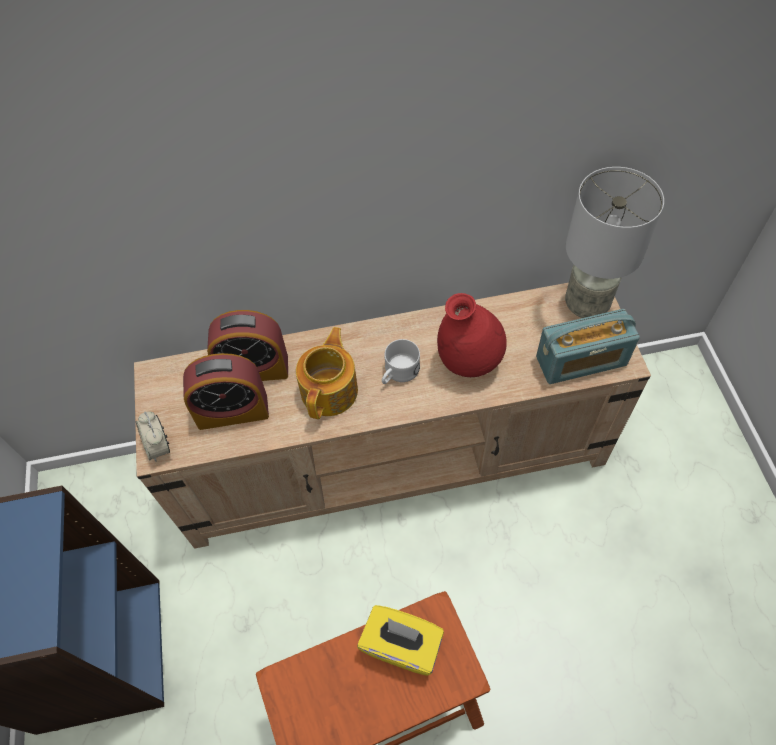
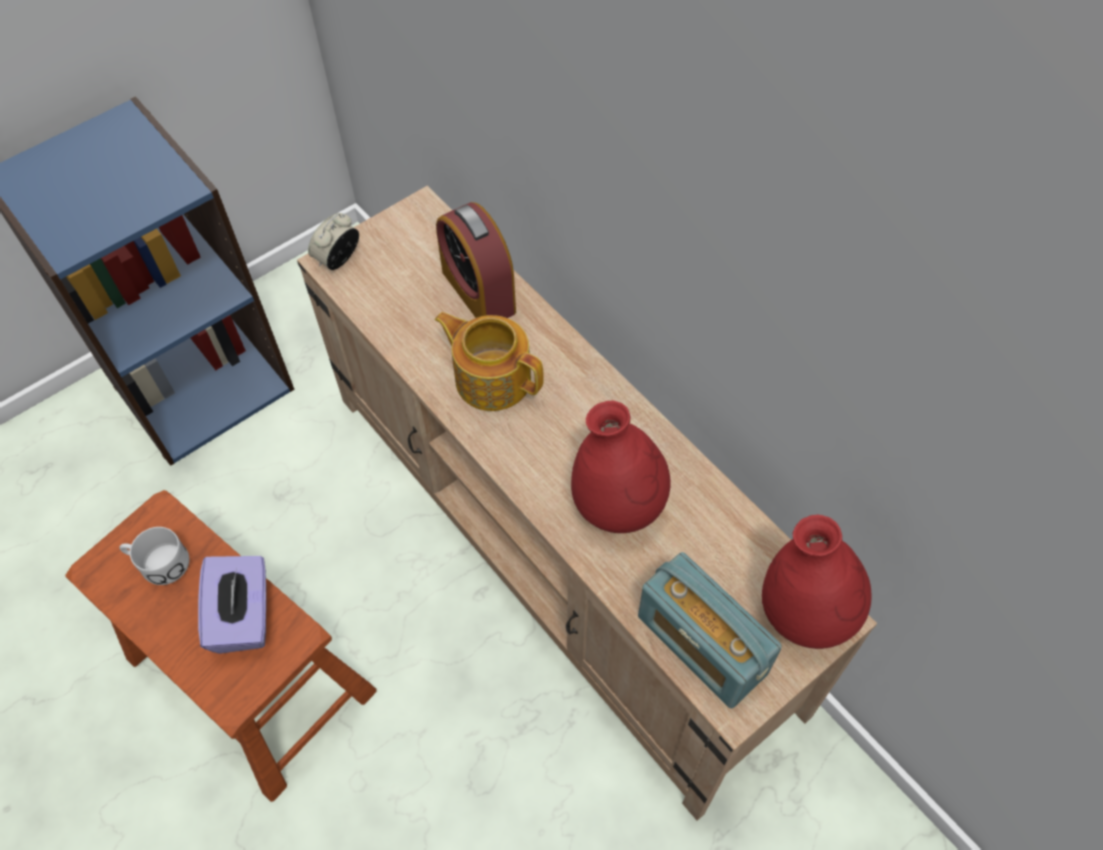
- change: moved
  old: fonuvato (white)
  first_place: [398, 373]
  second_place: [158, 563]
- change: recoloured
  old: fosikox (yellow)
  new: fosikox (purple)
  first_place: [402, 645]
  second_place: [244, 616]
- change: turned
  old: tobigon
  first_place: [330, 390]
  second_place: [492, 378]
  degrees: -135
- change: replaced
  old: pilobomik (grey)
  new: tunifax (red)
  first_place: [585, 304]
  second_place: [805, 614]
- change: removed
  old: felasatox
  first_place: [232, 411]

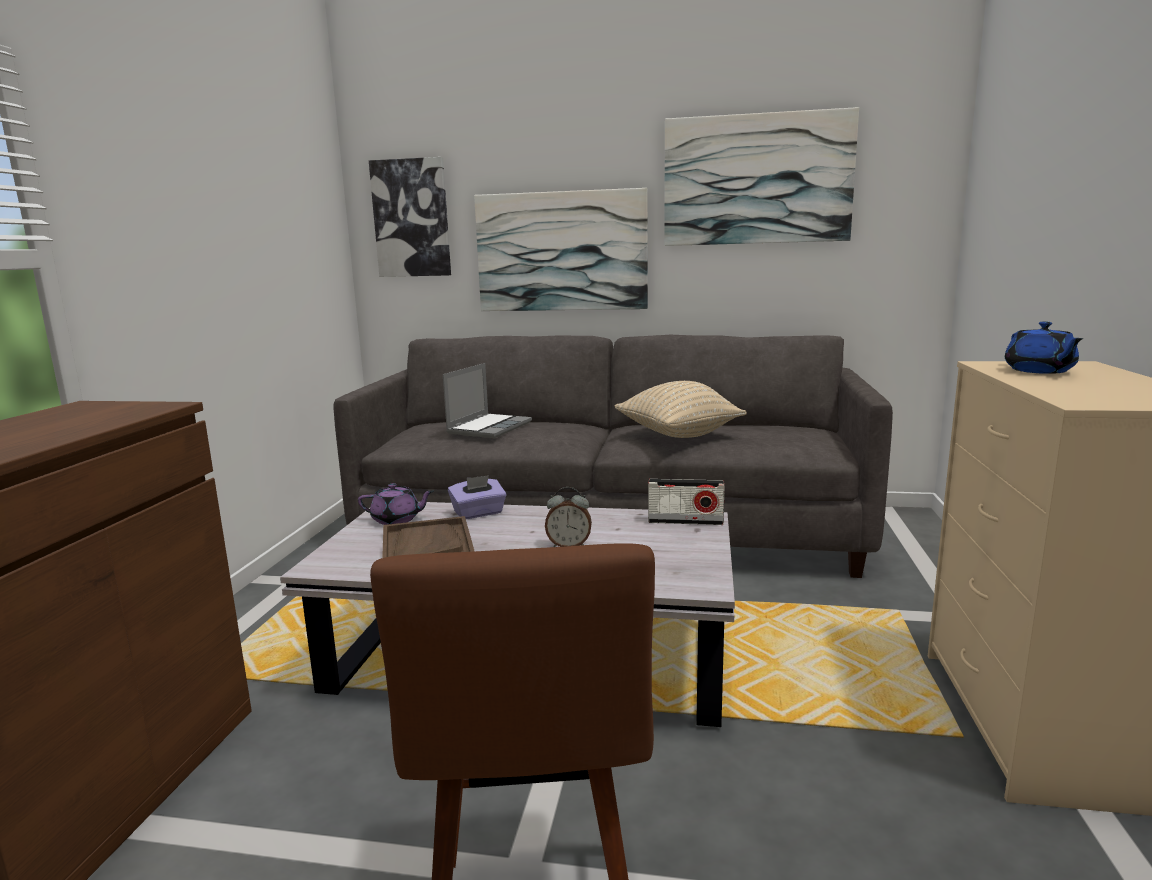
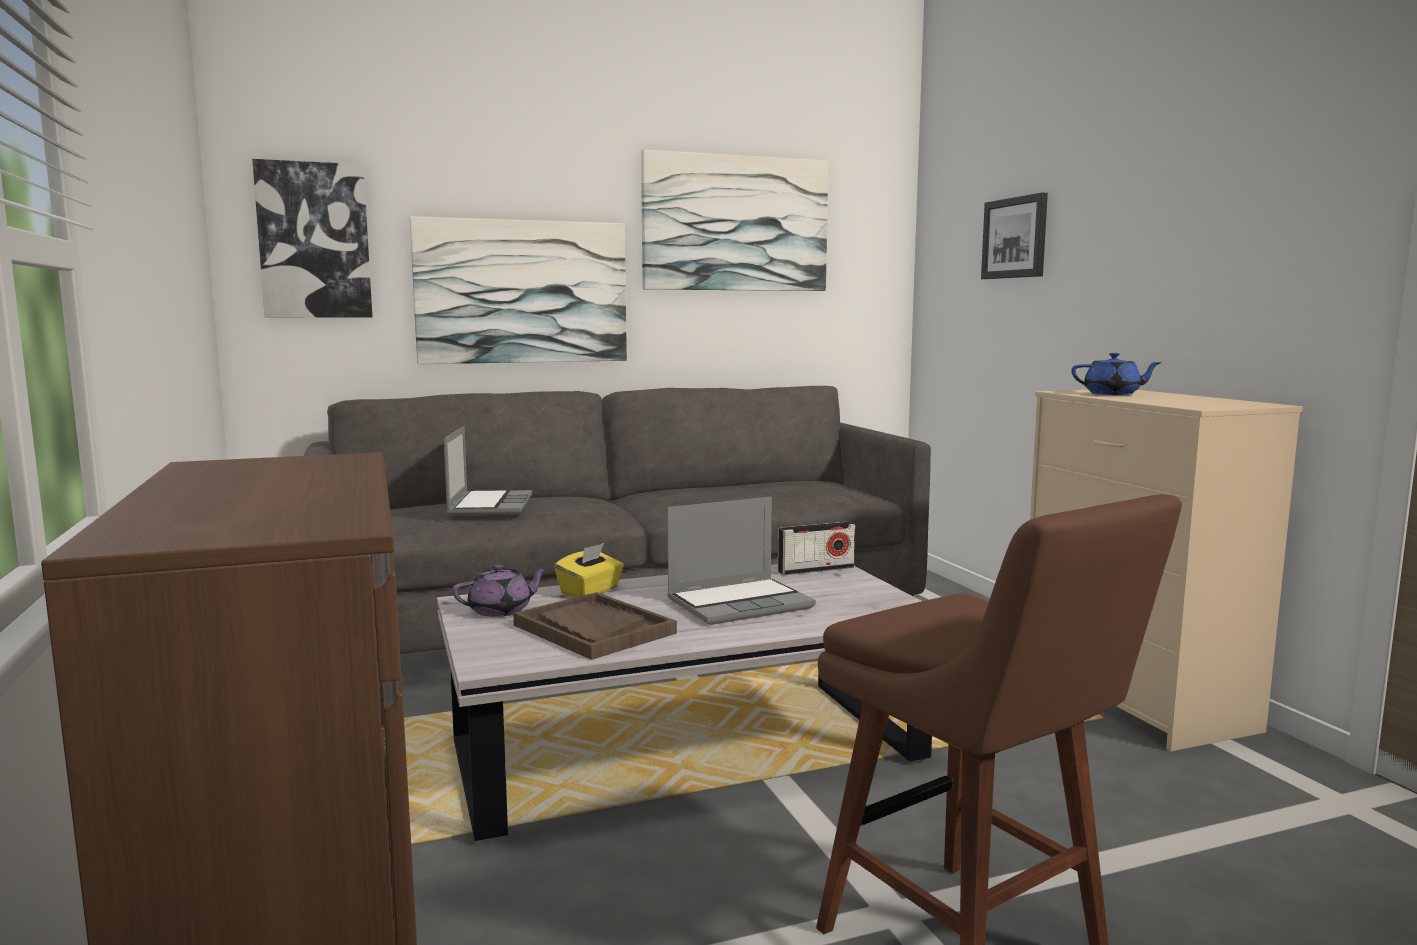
- change: recoloured
  old: fosikox (purple)
  new: fosikox (yellow)
  first_place: [478, 513]
  second_place: [590, 592]
- change: replaced
  old: felasatox
  new: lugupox
  first_place: [569, 545]
  second_place: [740, 603]
- change: added
  new: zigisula
  second_place: [1015, 238]
- change: turned
  old: tobigon (blue)
  first_place: [1039, 371]
  second_place: [1113, 394]
  degrees: -45
- change: removed
  old: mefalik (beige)
  first_place: [678, 436]

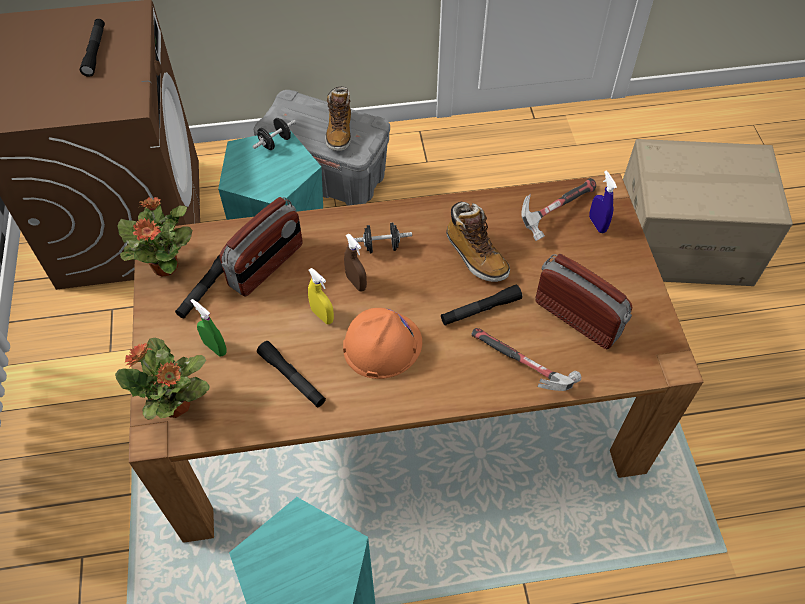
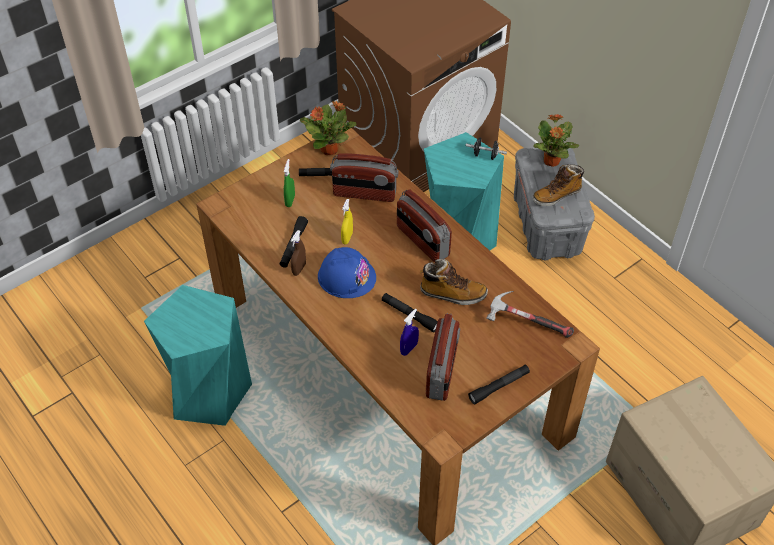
- change: moved
  old: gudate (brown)
  first_place: [356, 283]
  second_place: [299, 269]
- change: recoloured
  old: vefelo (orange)
  new: vefelo (blue)
  first_place: [382, 344]
  second_place: [346, 276]
- change: replaced
  old: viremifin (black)
  new: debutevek
  first_place: [381, 246]
  second_place: [422, 241]
- change: moved
  old: gudate (blue)
  first_place: [597, 224]
  second_place: [409, 348]
- change: turned
  old: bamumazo
  first_place: [475, 256]
  second_place: [452, 294]
  degrees: -105
- change: moved
  old: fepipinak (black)
  first_place: [95, 51]
  second_place: [499, 387]
- change: moved
  old: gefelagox
  first_place: [177, 406]
  second_place: [551, 162]
- change: removed
  old: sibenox
  first_place: [523, 368]

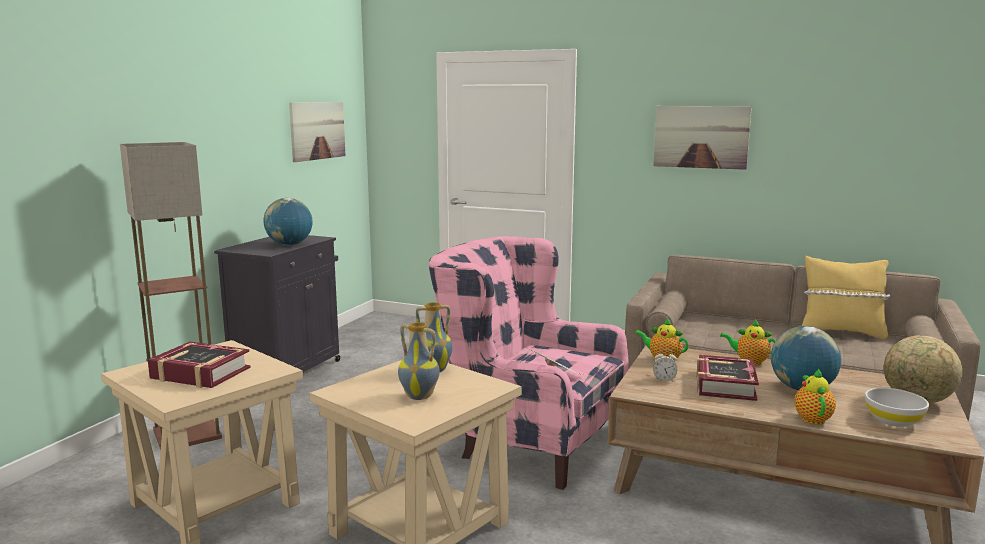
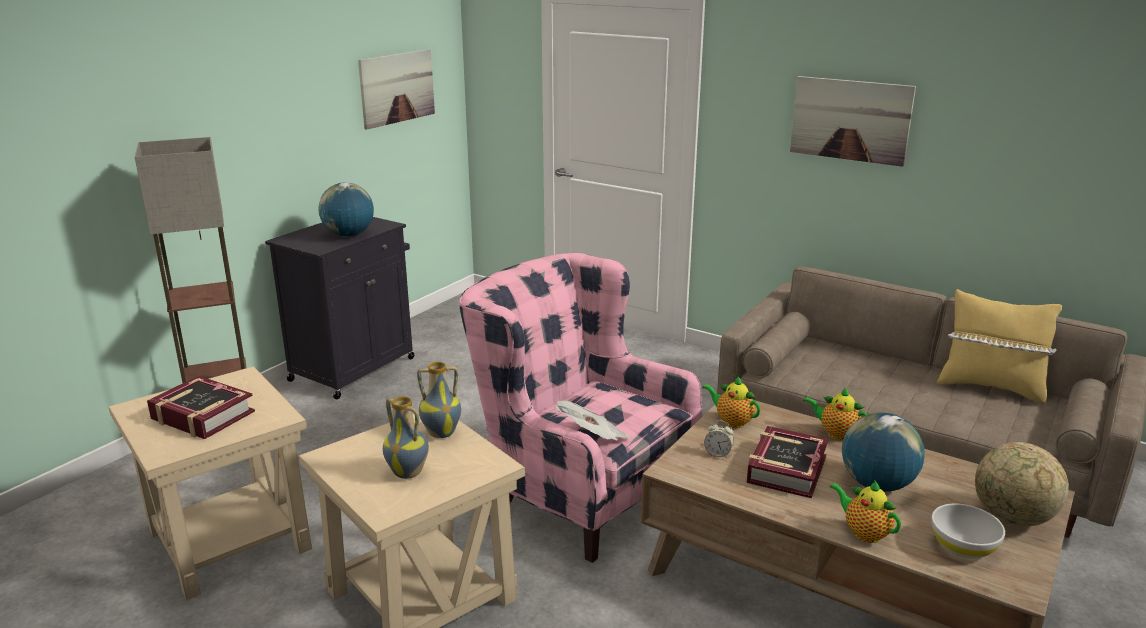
- change: turned
  old: tobigon
  first_place: [812, 418]
  second_place: [863, 532]
  degrees: -60

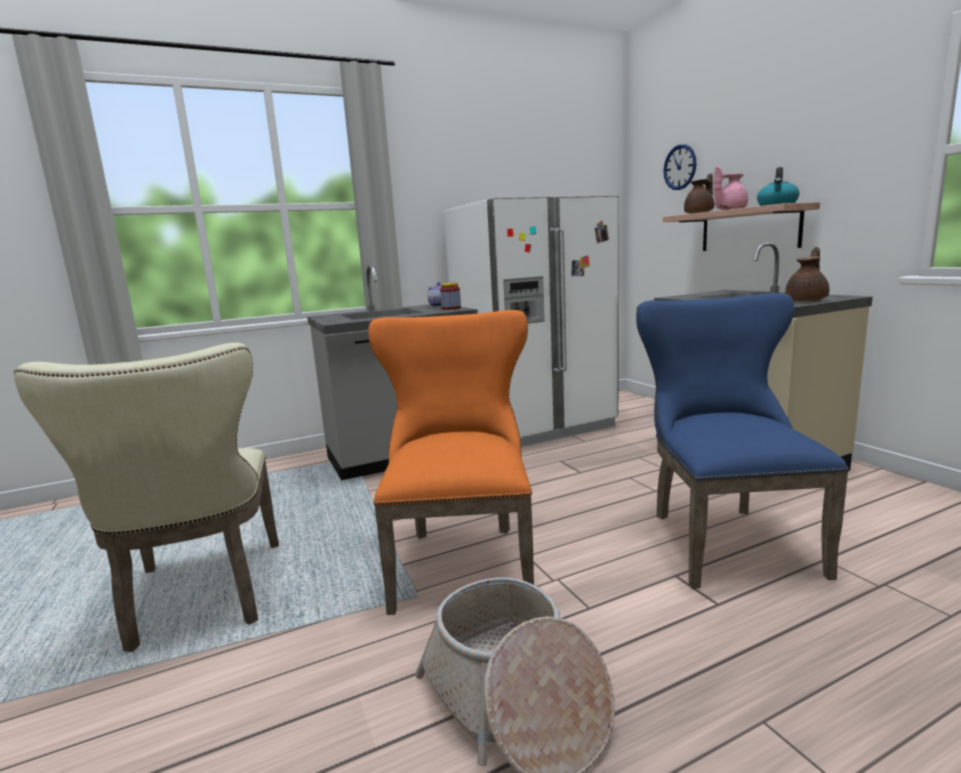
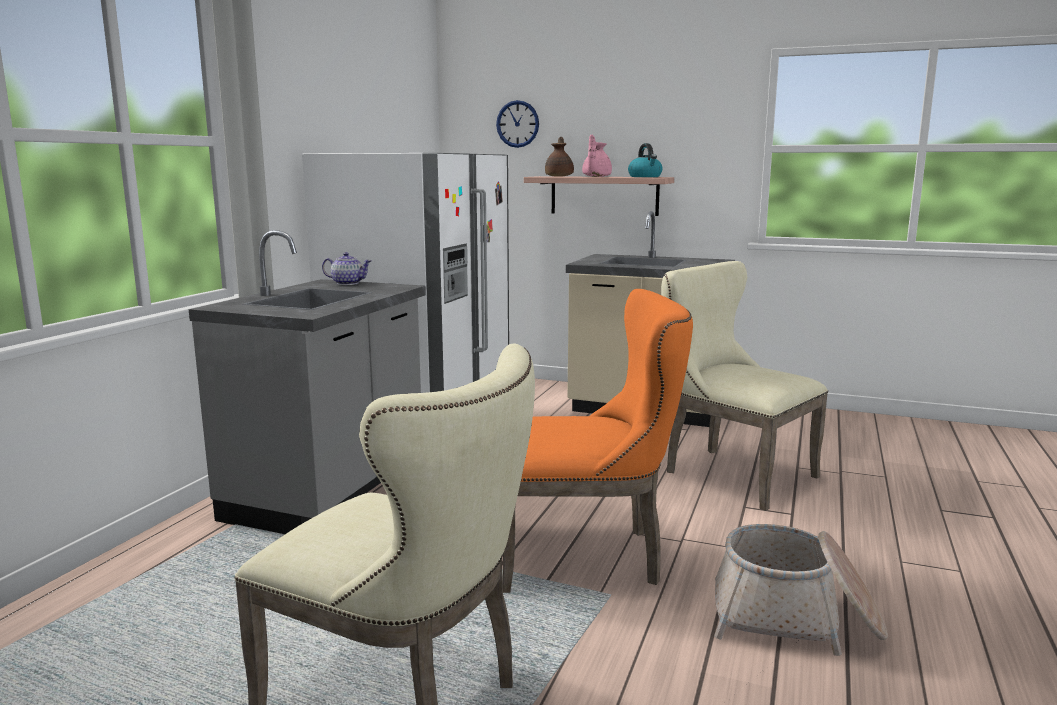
- change: turned
  old: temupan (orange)
  first_place: [462, 560]
  second_place: [589, 556]
  degrees: 135
- change: recoloured
  old: temupan (blue)
  new: temupan (beige)
  first_place: [723, 538]
  second_place: [729, 473]
- change: removed
  old: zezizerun
  first_place: [451, 308]
- change: removed
  old: tobigon (brown)
  first_place: [807, 300]

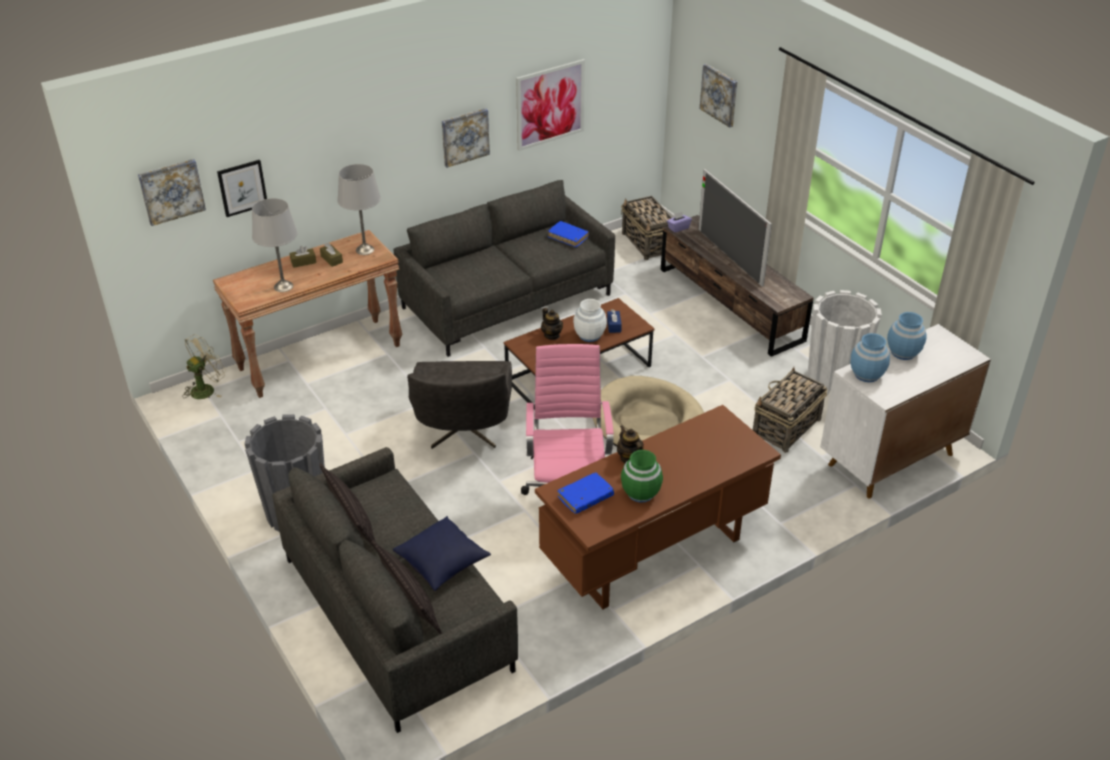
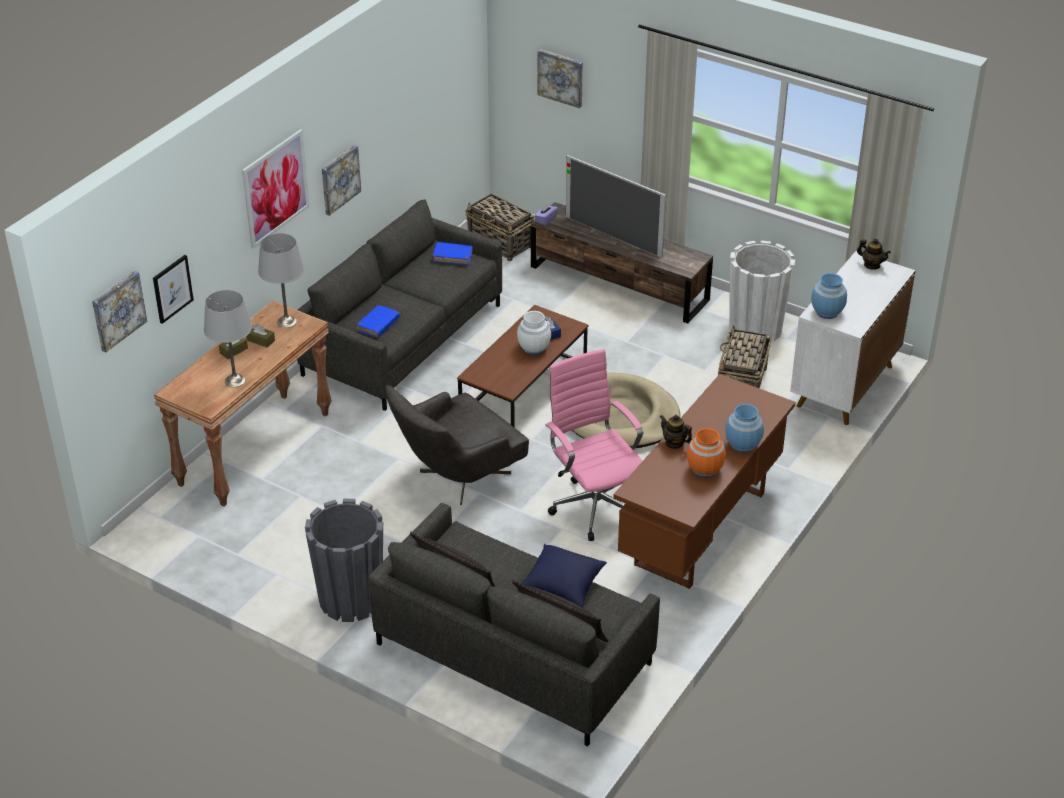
- change: moved
  old: zigisula
  first_place: [550, 104]
  second_place: [275, 188]
- change: moved
  old: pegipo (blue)
  first_place: [585, 497]
  second_place: [378, 325]
- change: turned
  old: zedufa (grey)
  first_place: [464, 434]
  second_place: [456, 479]
  degrees: 75
- change: recoloured
  old: tunifax (green)
  new: tunifax (orange)
  first_place: [641, 493]
  second_place: [705, 469]
- change: moved
  old: tunifax (blue)
  first_place: [903, 352]
  second_place: [743, 444]
- change: moved
  old: tobigon
  first_place: [552, 335]
  second_place: [871, 265]
- change: removed
  old: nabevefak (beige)
  first_place: [206, 389]

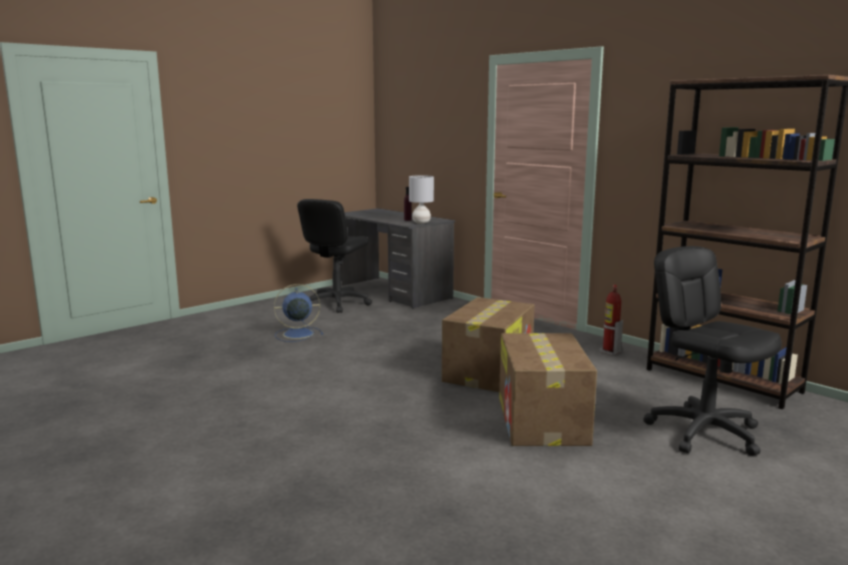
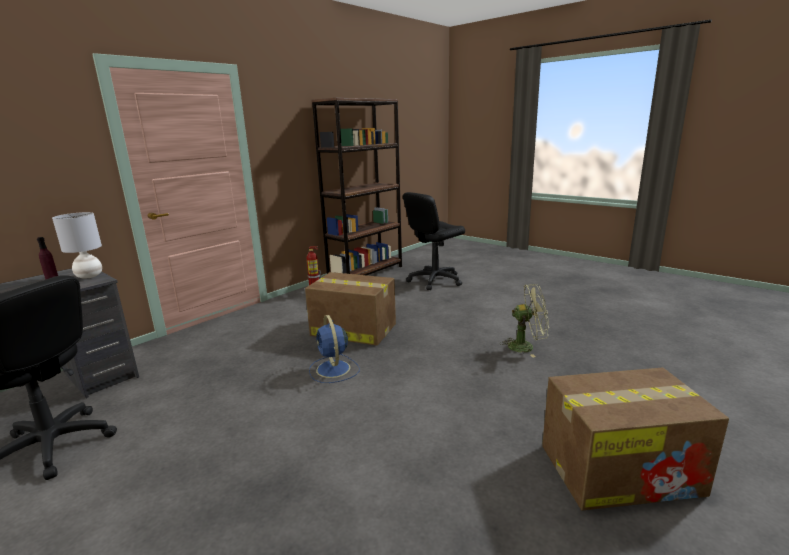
- change: moved
  old: nabevefak (blue)
  first_place: [296, 334]
  second_place: [333, 370]
- change: added
  new: nabevefak (green)
  second_place: [526, 346]
- change: moved
  old: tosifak
  first_place: [542, 421]
  second_place: [621, 469]

